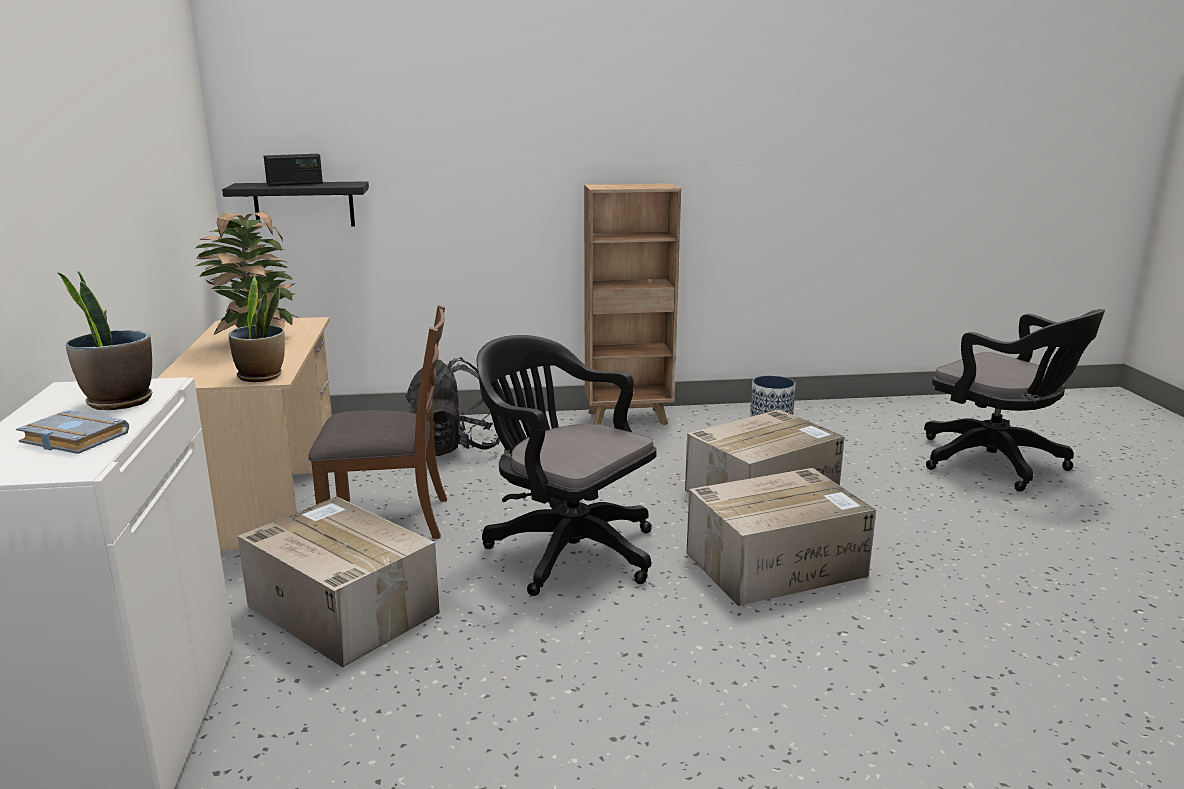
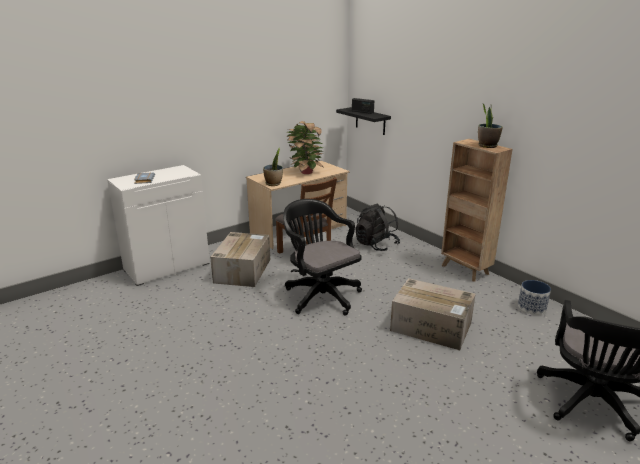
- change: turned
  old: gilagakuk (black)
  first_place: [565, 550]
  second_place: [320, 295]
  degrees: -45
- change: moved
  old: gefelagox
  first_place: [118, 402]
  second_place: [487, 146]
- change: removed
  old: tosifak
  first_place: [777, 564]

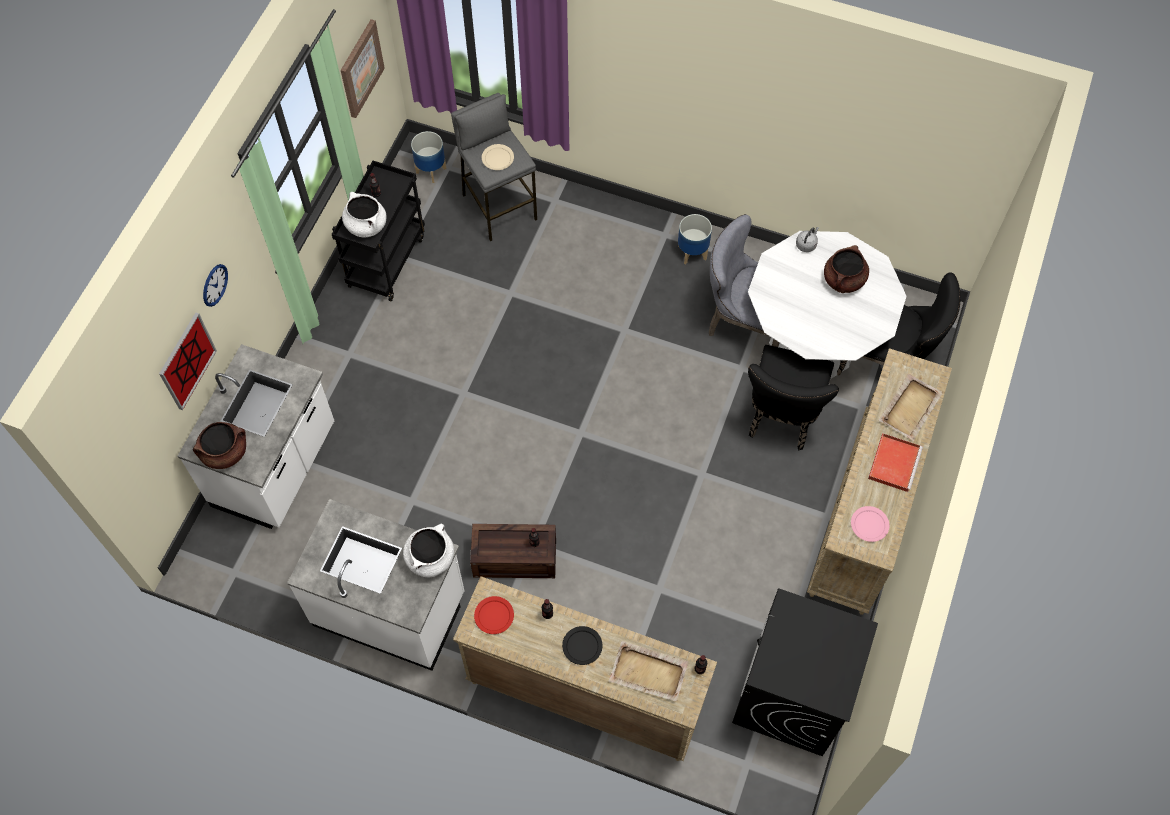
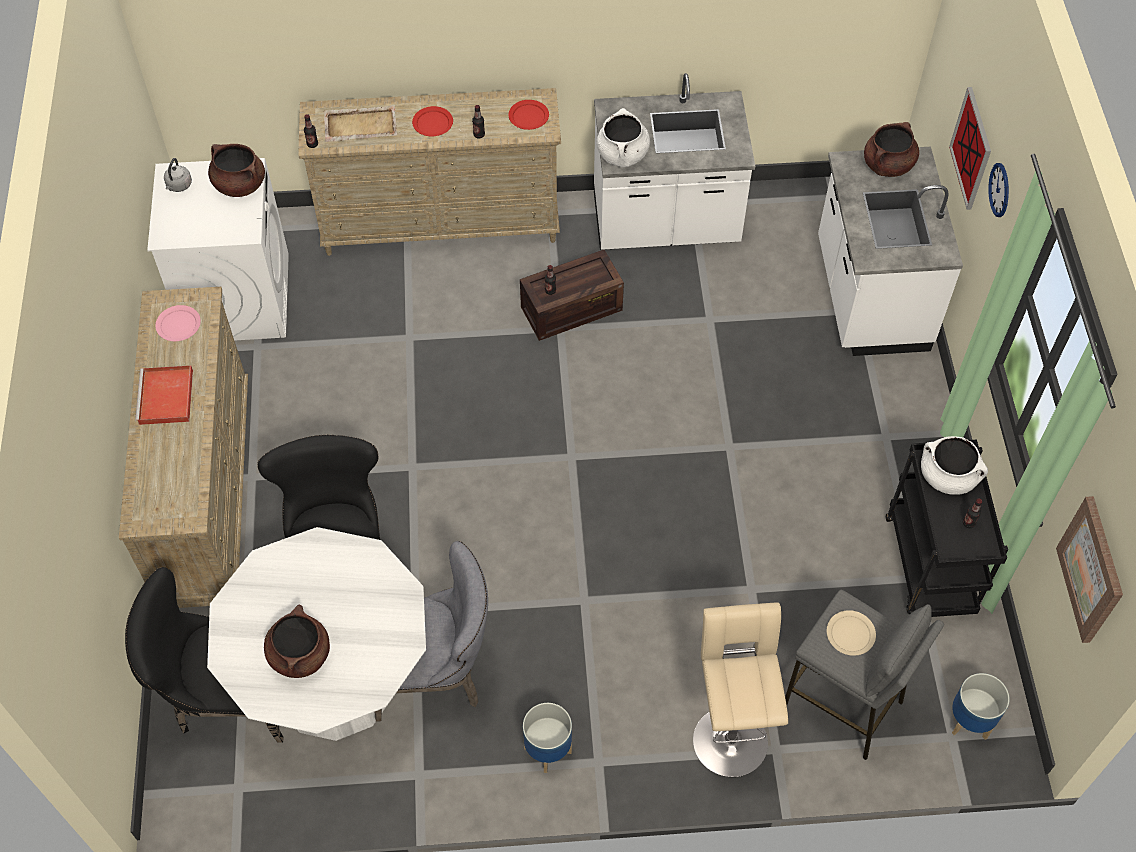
- change: recoloured
  old: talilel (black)
  new: talilel (white)
  first_place: [791, 694]
  second_place: [237, 297]
- change: moved
  old: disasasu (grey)
  first_place: [806, 244]
  second_place: [178, 186]
- change: added
  new: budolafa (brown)
  second_place: [239, 185]
- change: recoloured
  old: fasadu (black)
  new: fasadu (red)
  first_place: [582, 646]
  second_place: [433, 123]
- change: added
  new: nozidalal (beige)
  second_place: [729, 735]
- change: removed
  old: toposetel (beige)
  first_place: [910, 407]

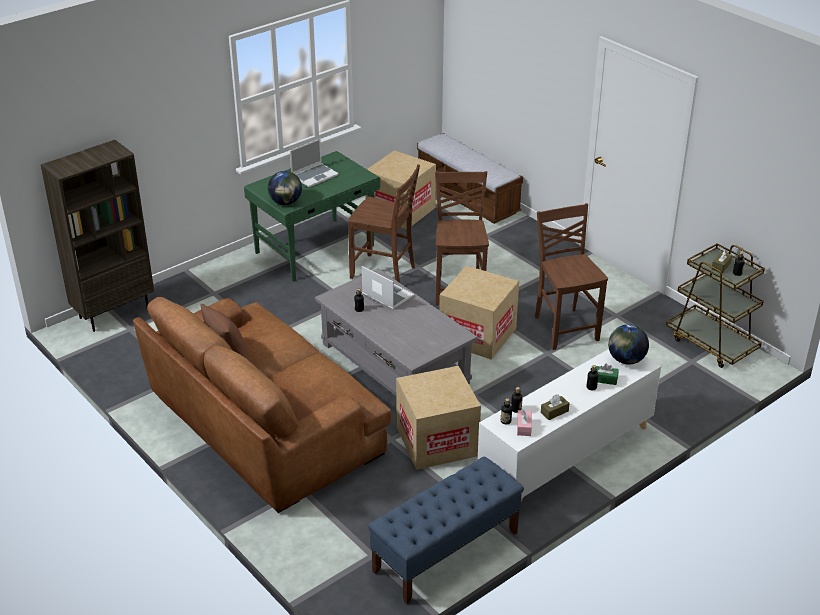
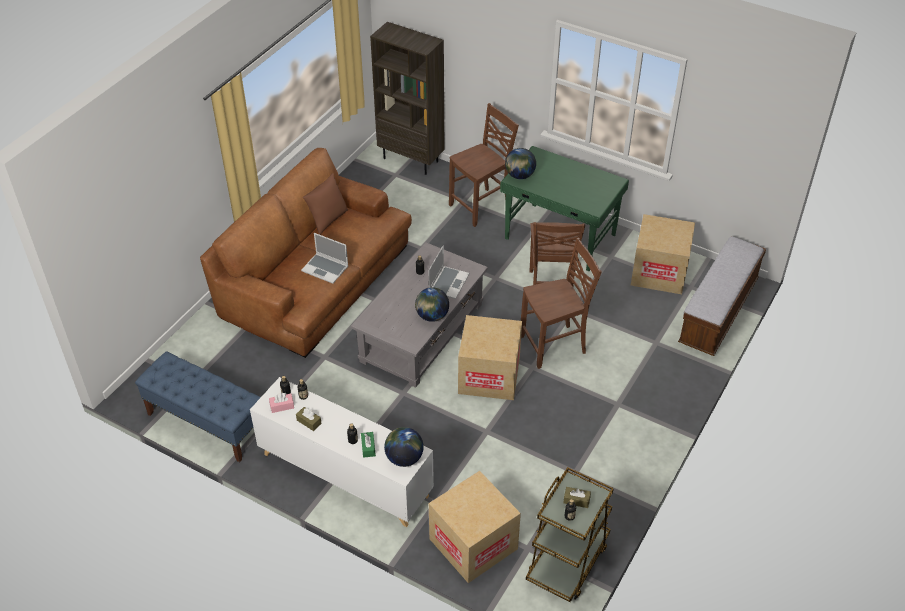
- change: moved
  old: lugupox
  first_place: [314, 176]
  second_place: [326, 269]
- change: added
  new: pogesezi
  second_place: [432, 316]
- change: moved
  old: tosifak
  first_place: [437, 441]
  second_place: [473, 544]
- change: moved
  old: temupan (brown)
  first_place: [565, 328]
  second_place: [481, 206]

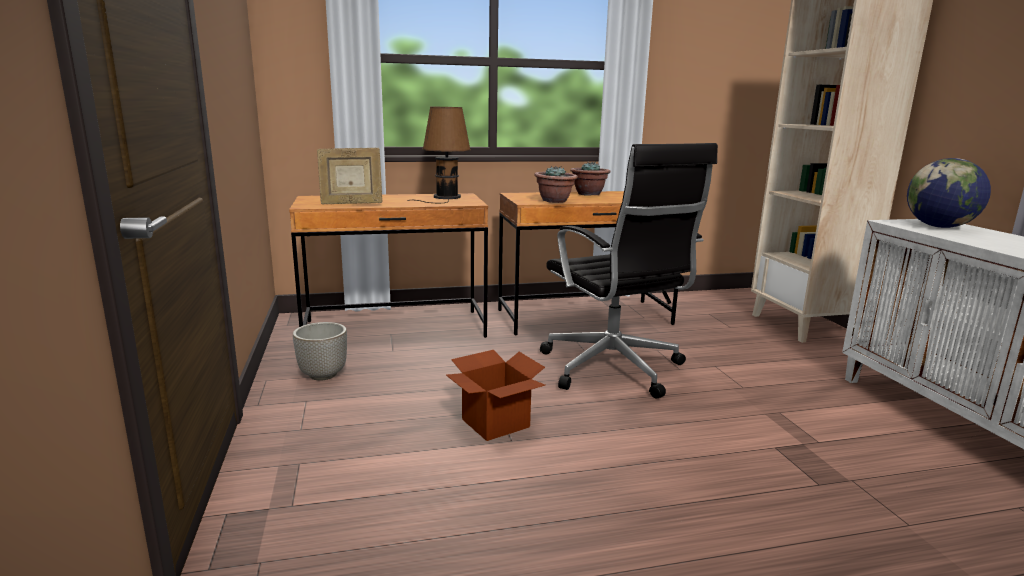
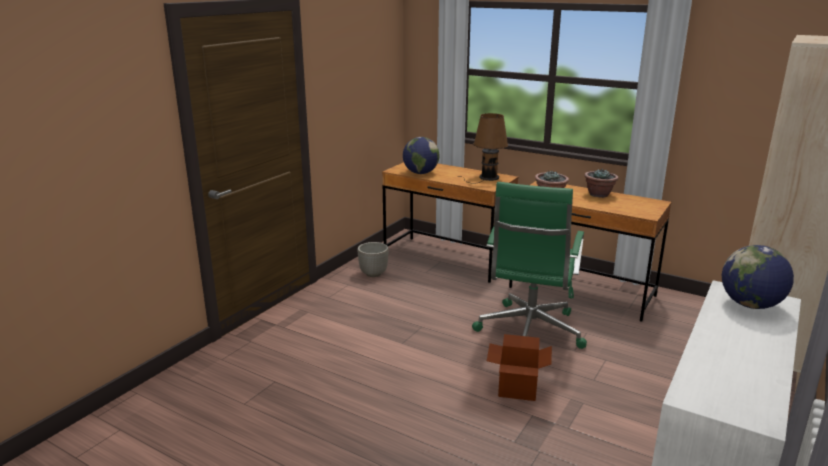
- change: replaced
  old: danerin
  new: pogesezi
  first_place: [351, 204]
  second_place: [420, 173]
- change: recoloured
  old: gilagakuk (black)
  new: gilagakuk (green)
  first_place: [613, 369]
  second_place: [529, 332]
- change: moved
  old: tosifak
  first_place: [495, 423]
  second_place: [517, 388]

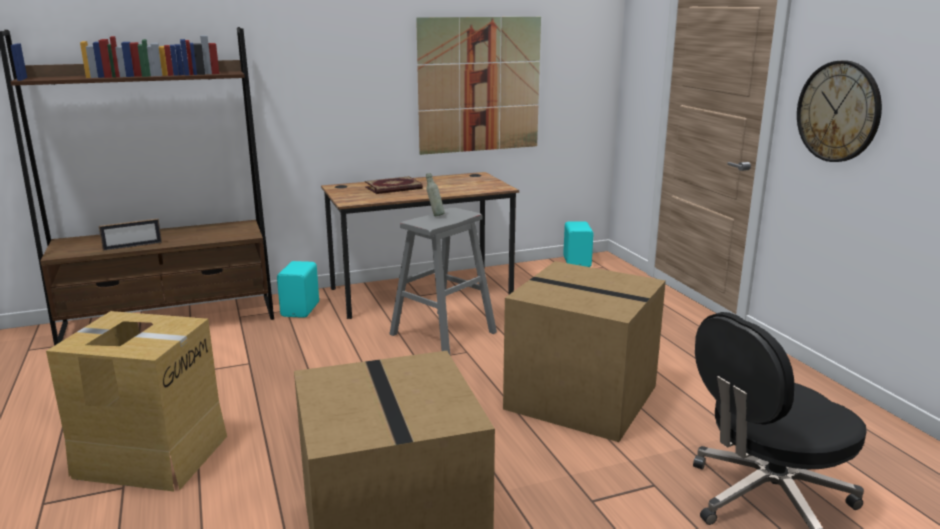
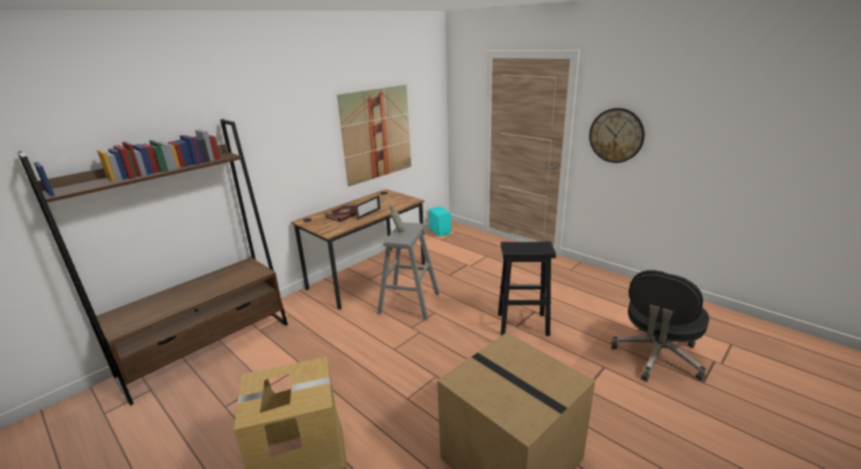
- change: moved
  old: danerin
  first_place: [132, 246]
  second_place: [369, 214]
- change: replaced
  old: tosifak
  new: nozidalal (black)
  first_place: [578, 398]
  second_place: [521, 324]
- change: removed
  old: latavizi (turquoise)
  first_place: [301, 309]

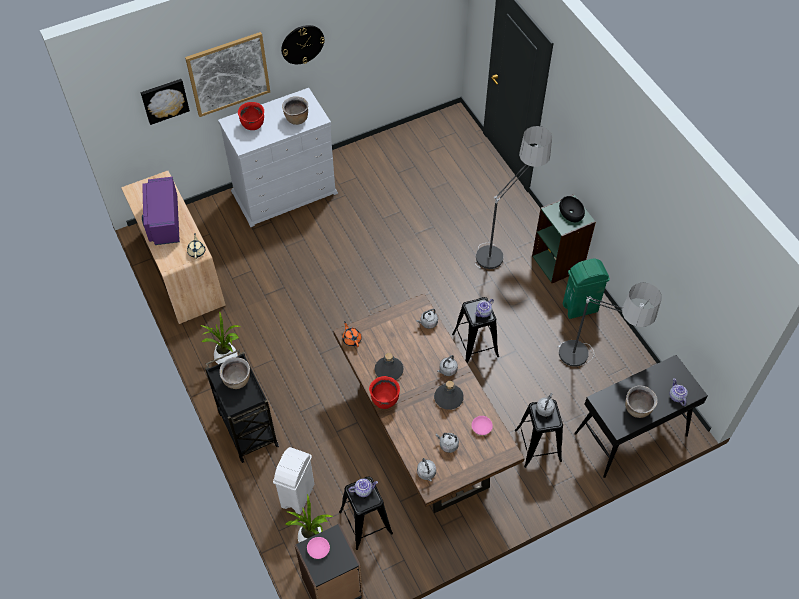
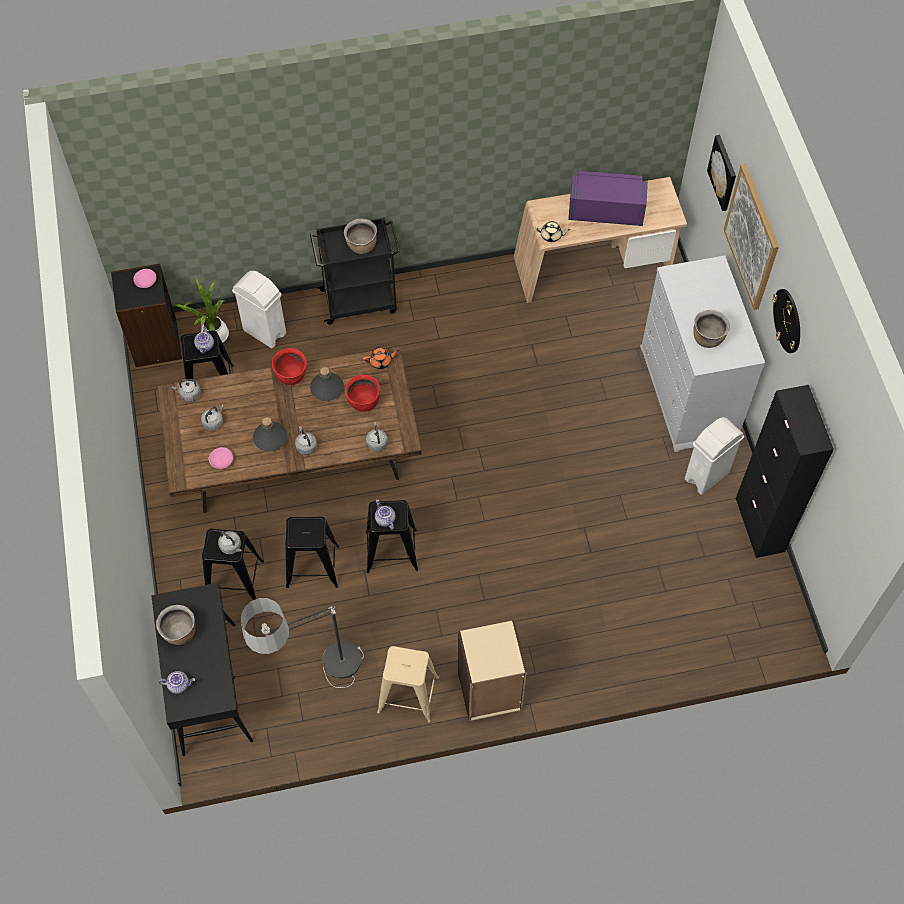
- change: added
  new: nozidalal (black)
  second_place: [312, 566]
- change: moved
  old: budolafa (red)
  first_place: [253, 125]
  second_place: [363, 402]
- change: replaced
  old: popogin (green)
  new: nozidalal (beige)
  first_place: [580, 308]
  second_place: [408, 695]
- change: recoloured
  old: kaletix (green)
  new: kaletix (beige)
  first_place: [558, 262]
  second_place: [489, 692]
- change: added
  new: popogin (white)
  second_place: [707, 476]
- change: added
  new: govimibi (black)
  second_place: [759, 525]
- change: removed
  old: gefelagox
  first_place: [227, 358]
- change: removed
  old: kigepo
  first_place: [504, 245]
- change: removed
  old: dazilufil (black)
  first_place: [570, 212]

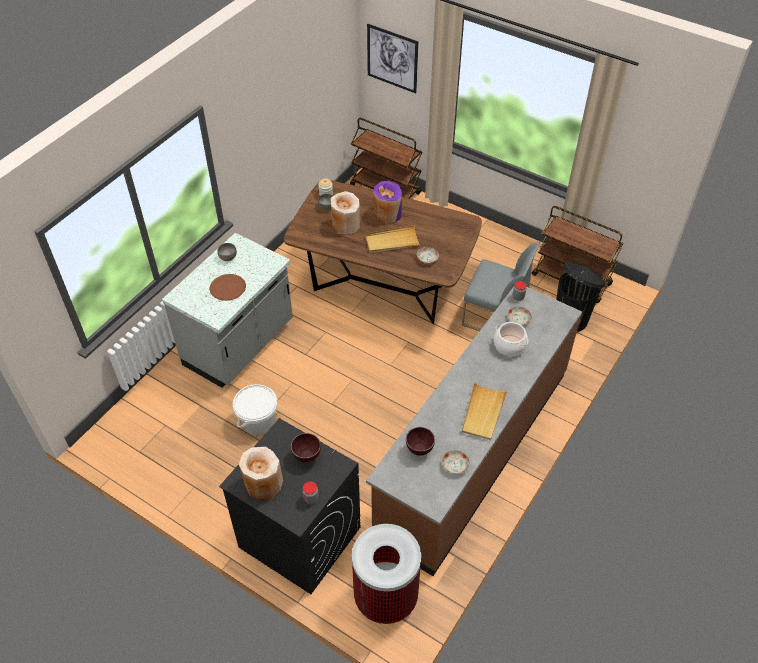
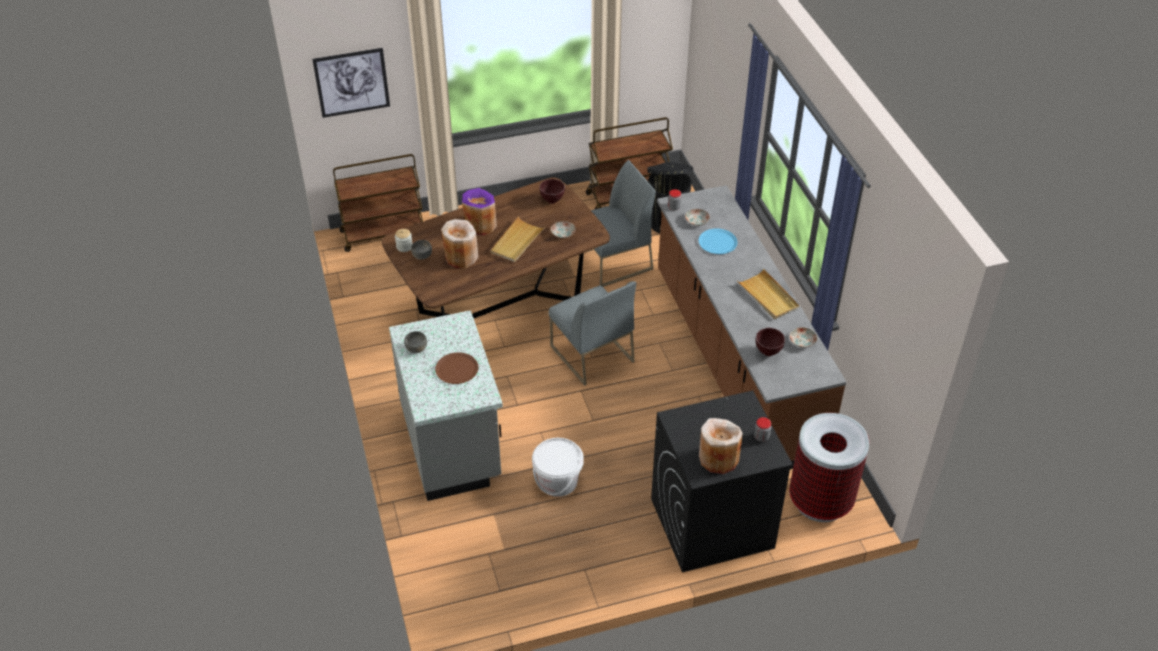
- change: moved
  old: dazilufil (brown)
  first_place: [307, 457]
  second_place: [552, 200]
- change: added
  new: temupan (grey)
  second_place: [591, 354]
- change: replaced
  old: budolafa
  new: fasadu (blue)
  first_place: [509, 345]
  second_place: [717, 242]

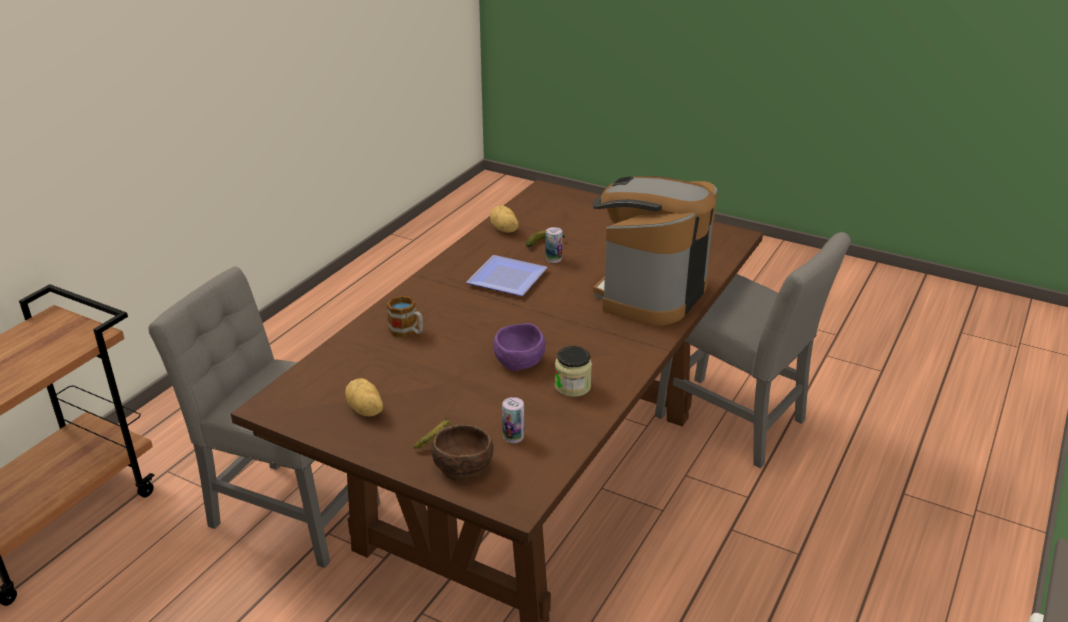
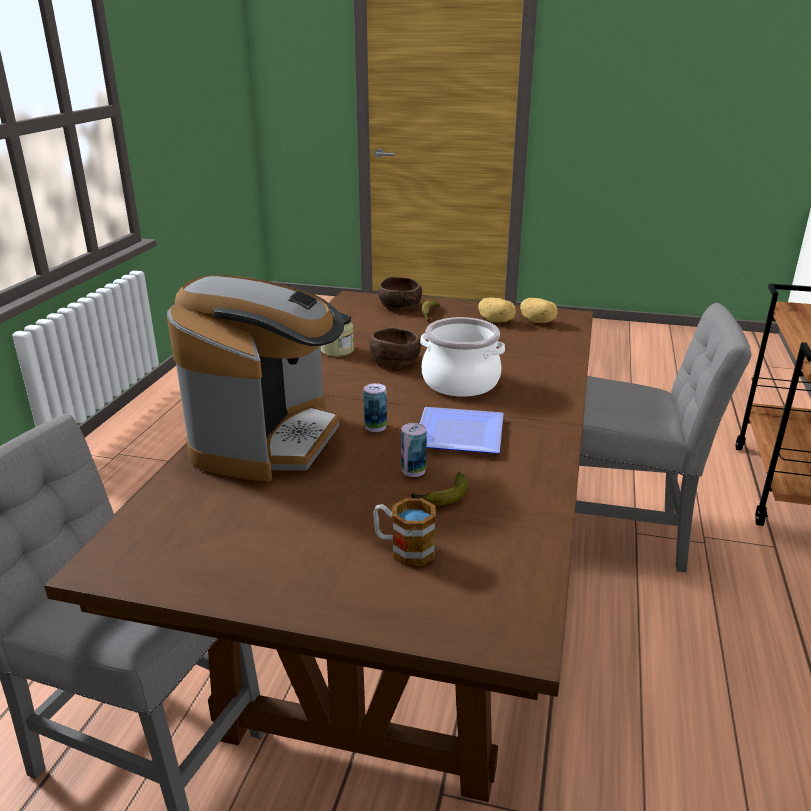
- change: moved
  old: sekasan
  first_place: [513, 436]
  second_place: [375, 427]
- change: recoloured
  old: dazilufil (purple)
  new: dazilufil (brown)
  first_place: [518, 361]
  second_place: [395, 361]
- change: moved
  old: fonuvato
  first_place: [407, 332]
  second_place: [404, 549]
- change: added
  new: budolafa
  second_place: [460, 383]
- change: moved
  old: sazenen
  first_place: [504, 230]
  second_place: [538, 321]

